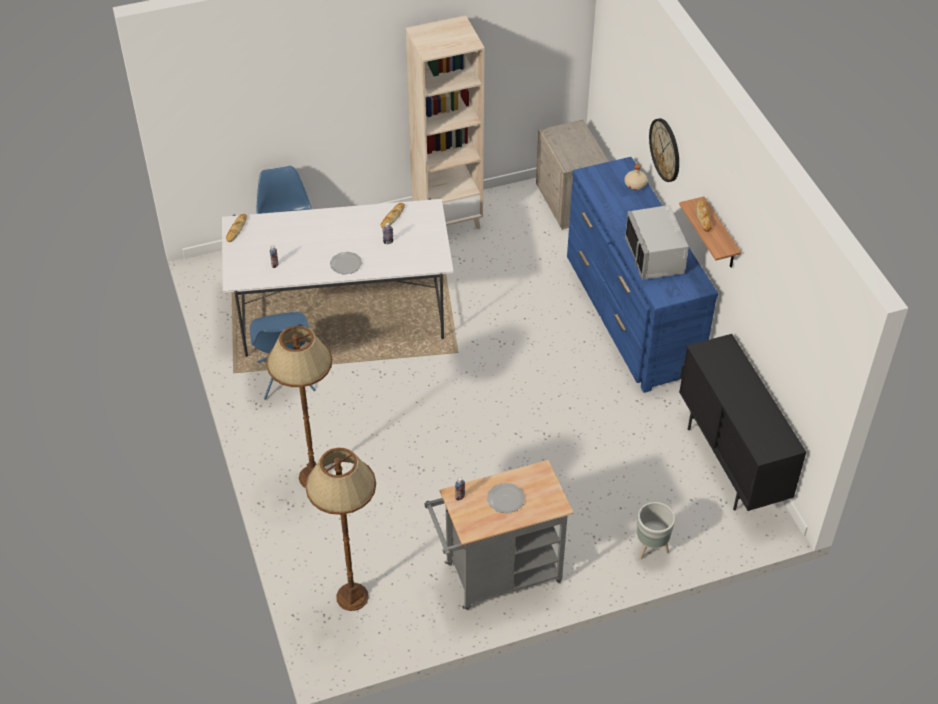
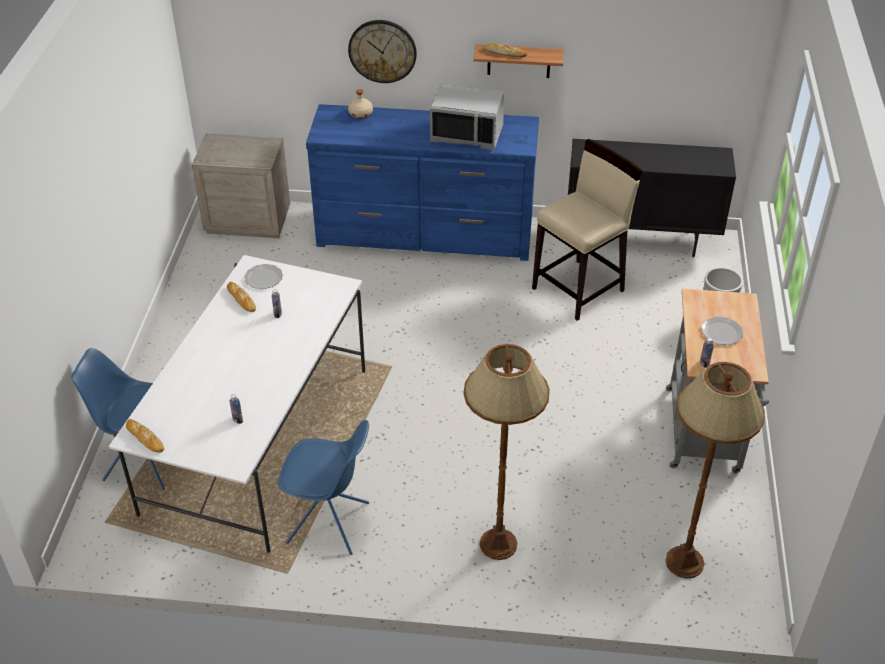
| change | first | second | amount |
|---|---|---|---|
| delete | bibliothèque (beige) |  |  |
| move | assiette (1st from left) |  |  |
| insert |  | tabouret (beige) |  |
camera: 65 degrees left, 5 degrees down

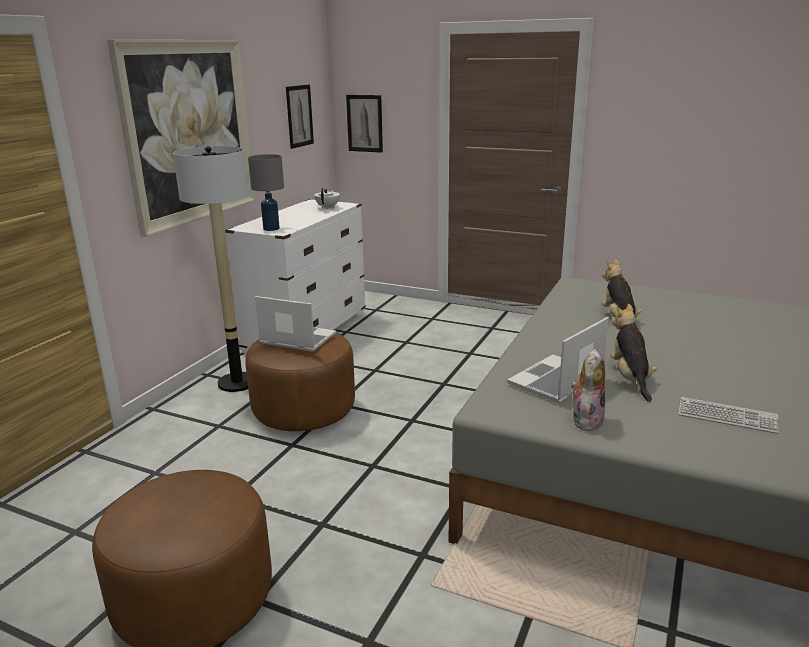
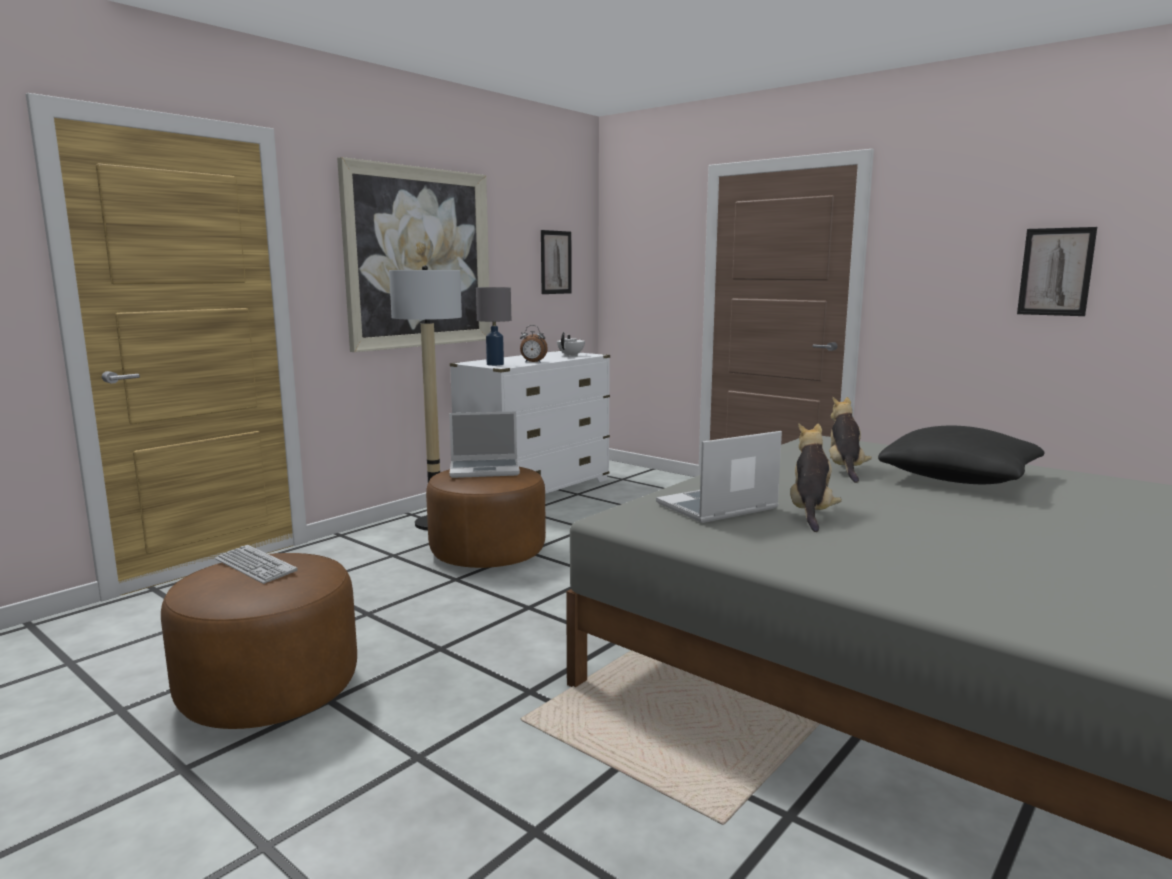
| change | first | second | amount |
|---|---|---|---|
| move | tableau (3rd from left) |  |  |
| rotate | ordinateur portable (1st from left) |  | 135 degrees clockwise |
| delete | peluche (1st from left) |  |  |
| move | clavier |  |  |
| insert |  | réveil |  |
| insert |  | coussin (noir) |  |
camera: 15 degrees right, 10 degrees down

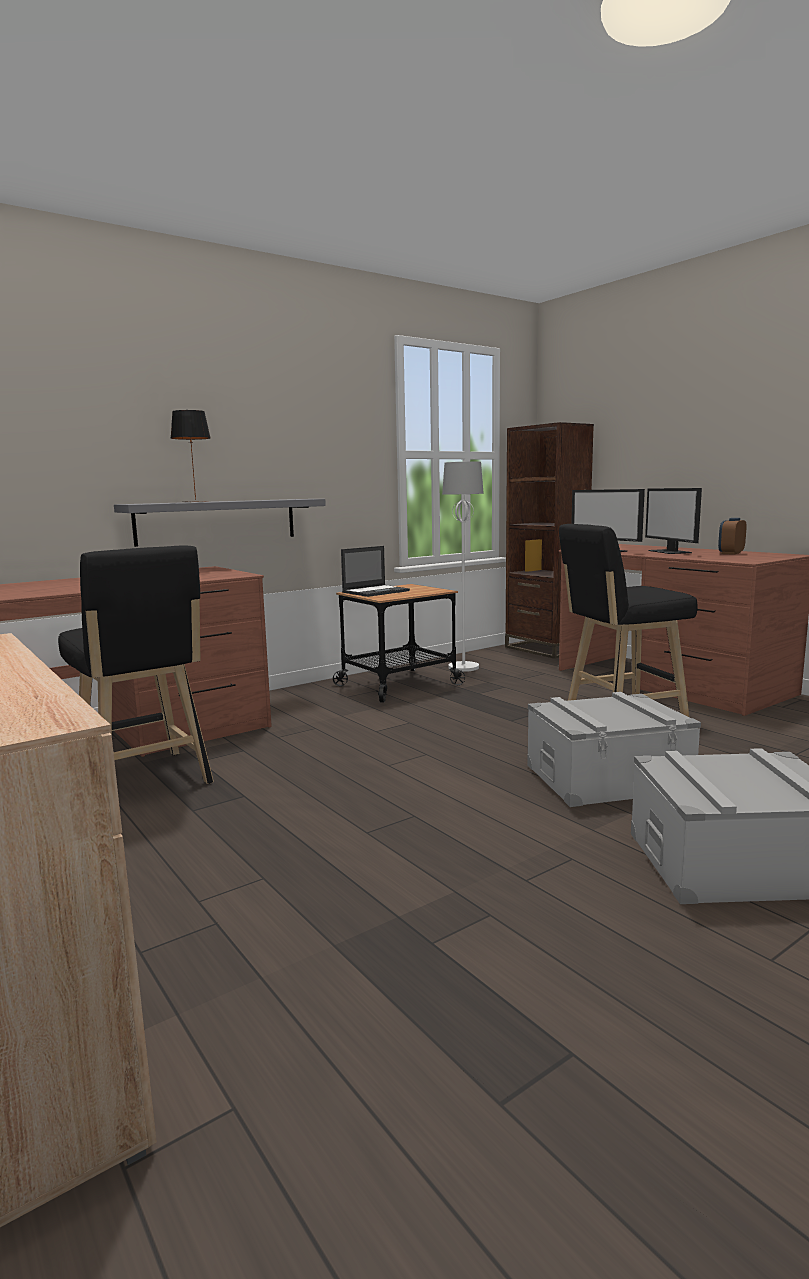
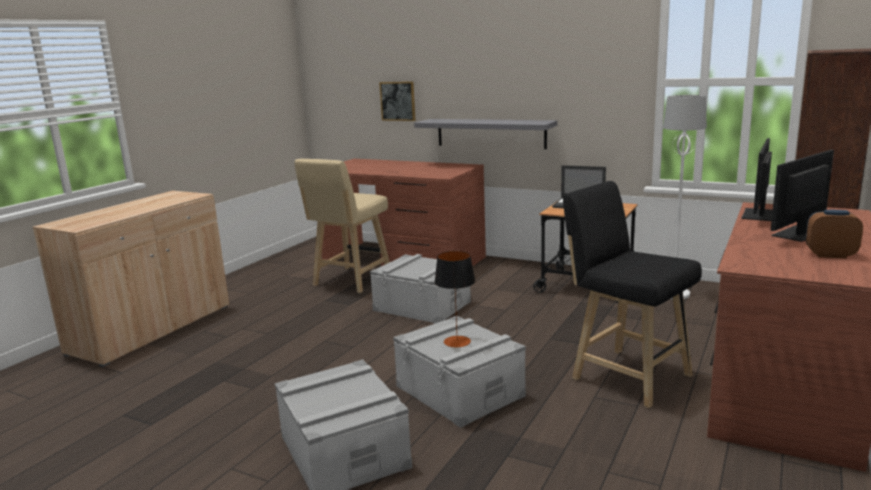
| change | first | second | amount |
|---|---|---|---|
| move | lampe de table |  |  |
| recolor | tabouret (noir) (1st from left) | tabouret (beige) |  |
| insert |  | tableau |  |
| insert |  | boîte de rangement (gris) (2nd from left) |  |
camera: 65 degrees right, 5 degrees up

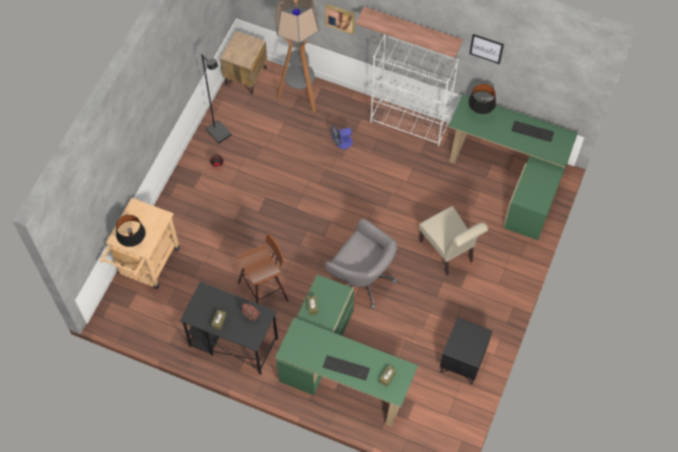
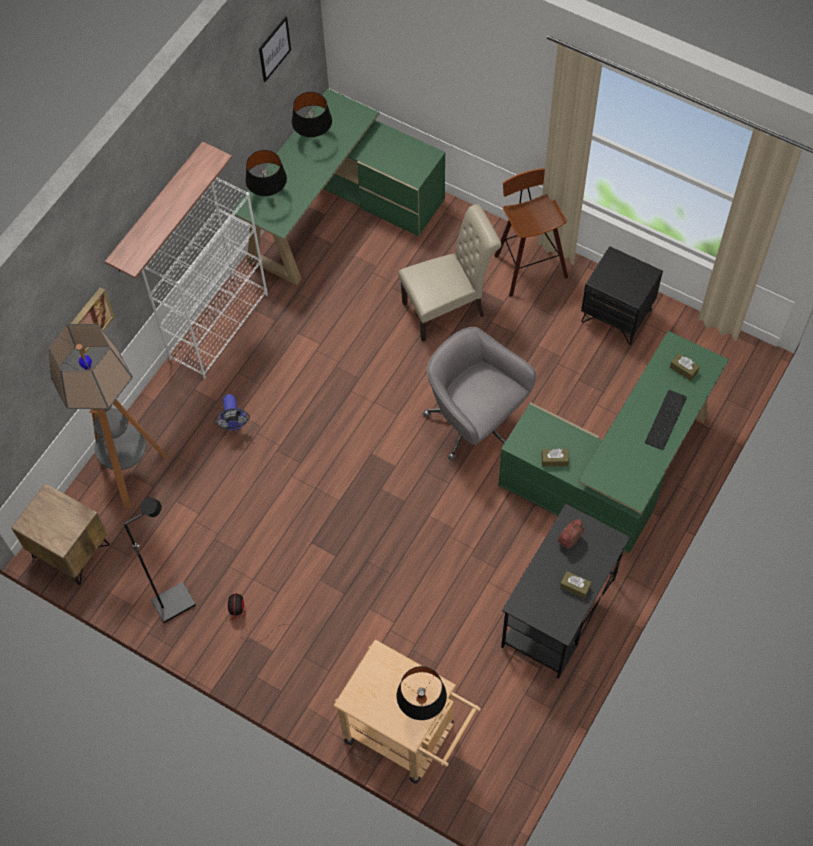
| change | first | second | amount |
|---|---|---|---|
| move | tableau (2nd from left) |  |  |
| replace | clavier (2nd from left) | lampe de table (noir) (2nd from left) |  |
| rotate | chaise de bureau (gris) |  | 90 degrees counterclockwise |
| move | tabouret |  |  |
camera: 80 degrees left, 0 degrees up

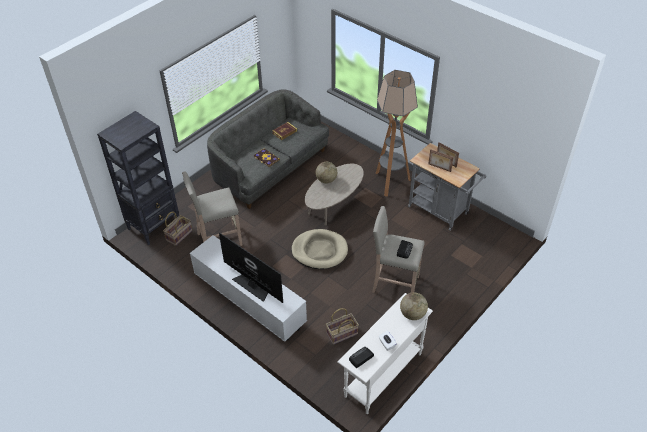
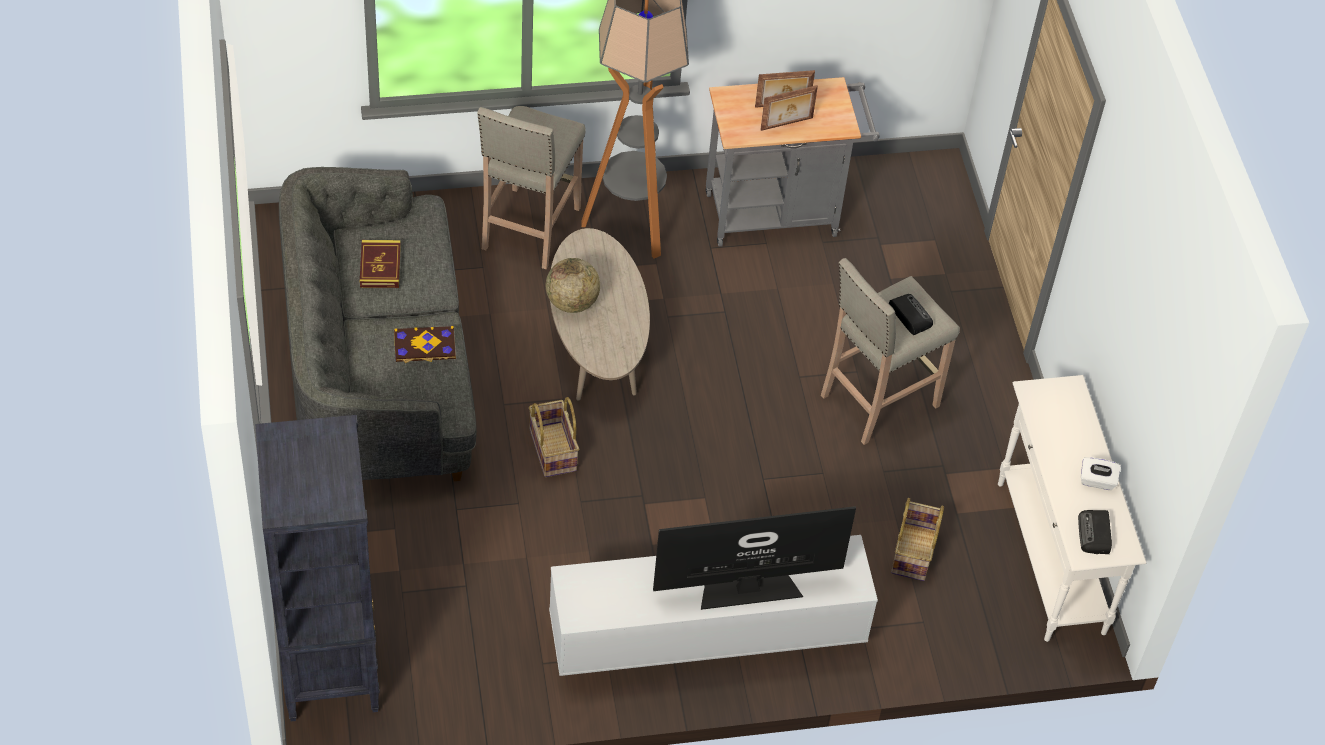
| change | first | second | amount |
|---|---|---|---|
| move | tabouret (beige) (1st from left) |  |  |
| move | panier (1st from left) |  |  |
| delete | panier pour chien (beige) |  |  |
| delete | globe (2nd from left) |  |  |
camera: 55 degrees left, 5 degrees up

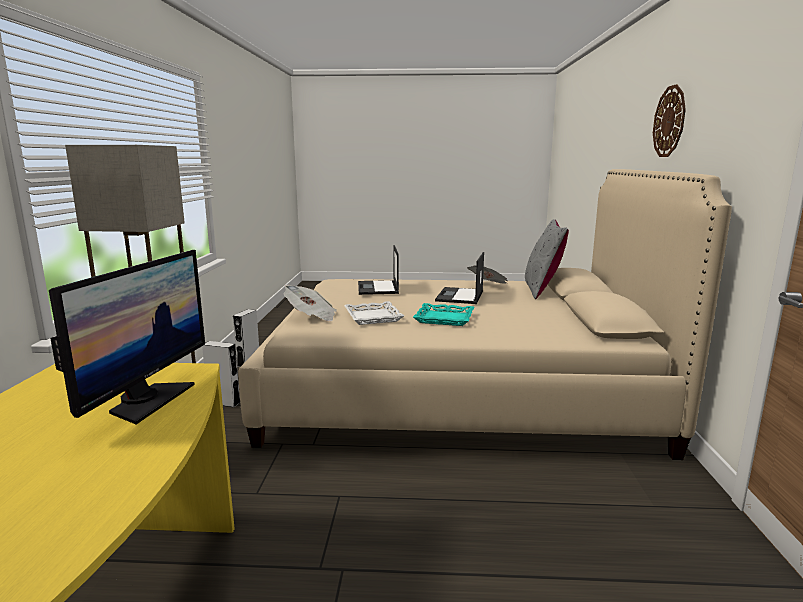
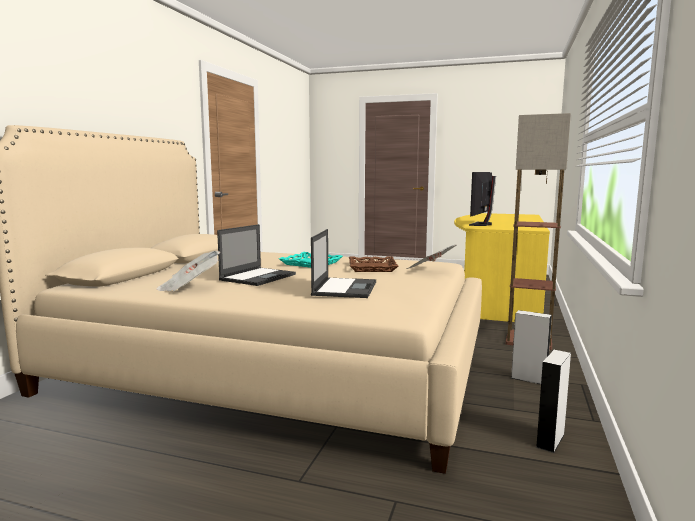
| change | first | second | amount |
|---|---|---|---|
| delete | horloge murale |  |  |
| delete | coussin (gris) |  |  |
| recolor | plateau (blanc) | plateau (marron) |  |
camera: 165 degrees left, 5 degrees down

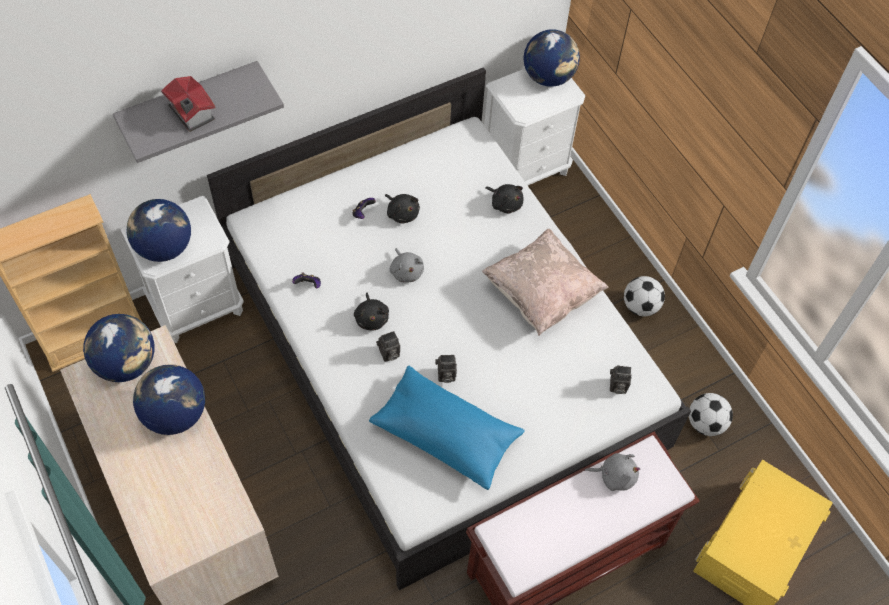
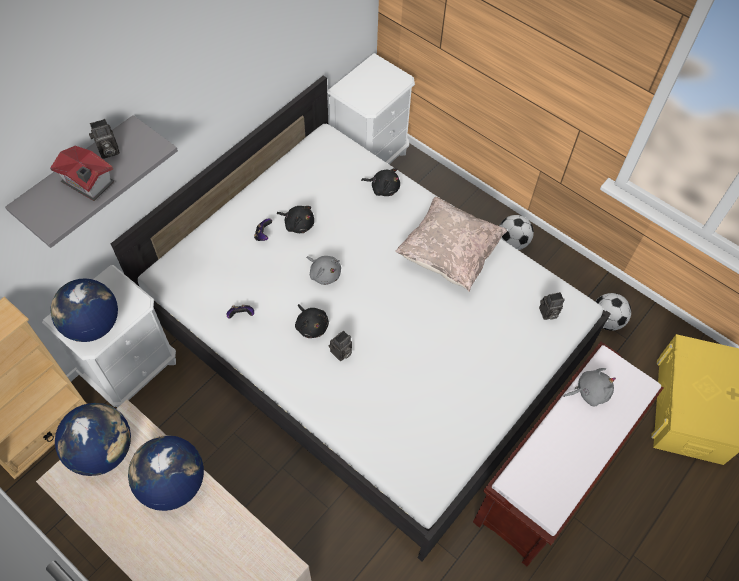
| change | first | second | amount |
|---|---|---|---|
| delete | globe (4th from left) |  |  |
| move | appareil photo (2nd from left in the first image) | appareil photo (1st from left) |  |
| delete | coussin (bleu) |  |  |
camera: 20 degrees left, 0 degrees up

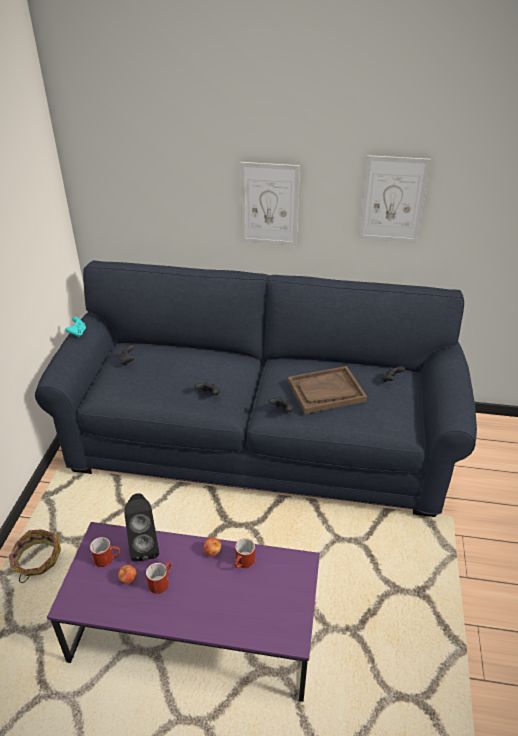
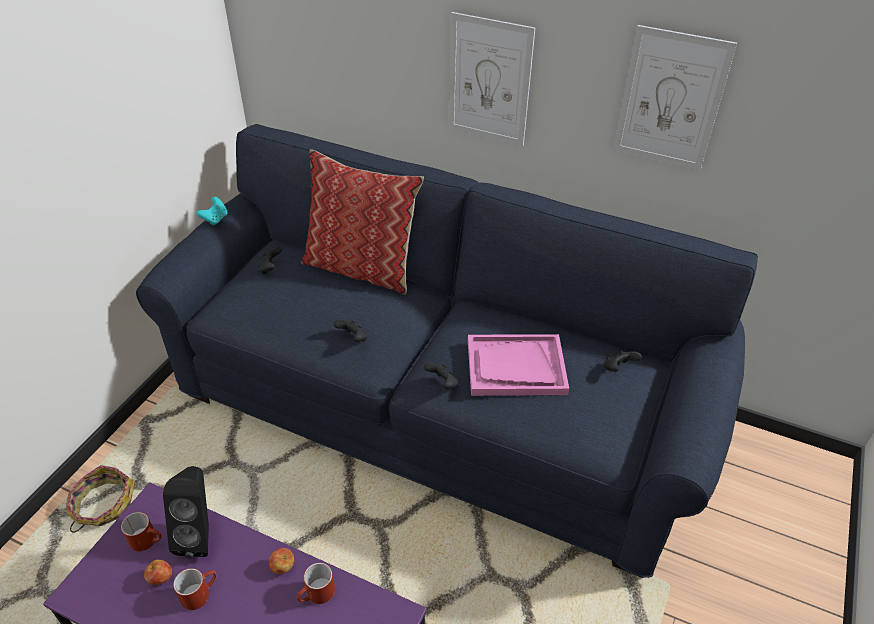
| change | first | second | amount |
|---|---|---|---|
| recolor | plateau (marron) | plateau (rose) |  |
| insert |  | coussin |  |
camera: 15 degrees right, 5 degrees up

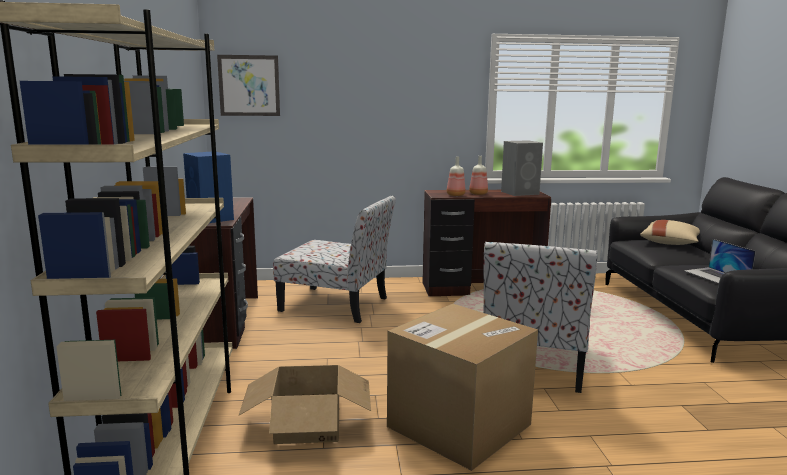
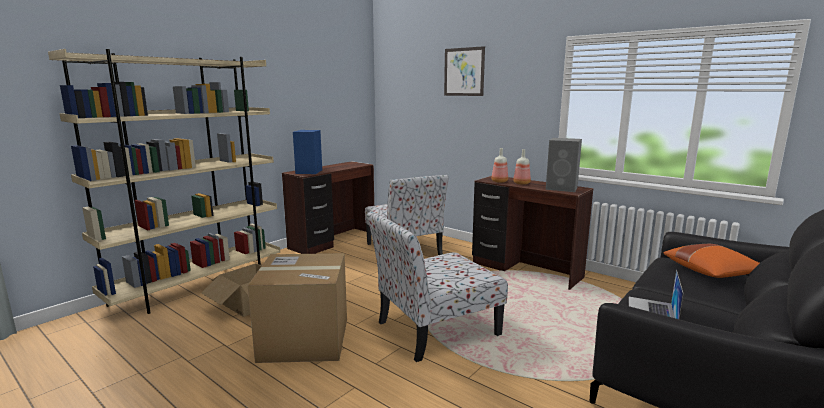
| change | first | second | amount |
|---|---|---|---|
| move | tableau |  |  |
| recolor | coussin (beige) | coussin (orange) |  |
camera: 45 degrees right, 0 degrees up

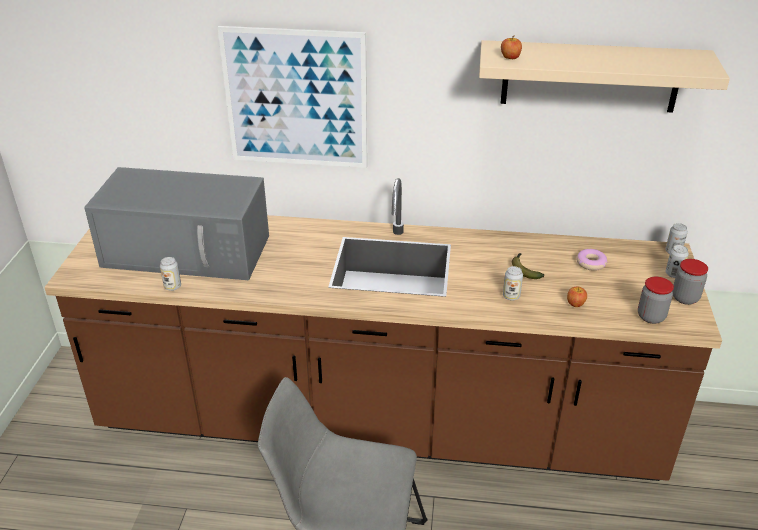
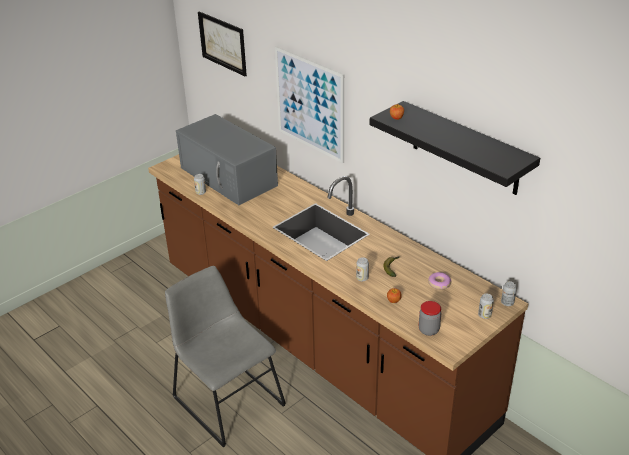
| change | first | second | amount |
|---|---|---|---|
| recolor | étagère (beige) | étagère (noir) |  |
| delete | bocal (2nd from left) |  |  |
| insert |  | tableau (1st from left) |  |
camera: 40 degrees right, 0 degrees up

